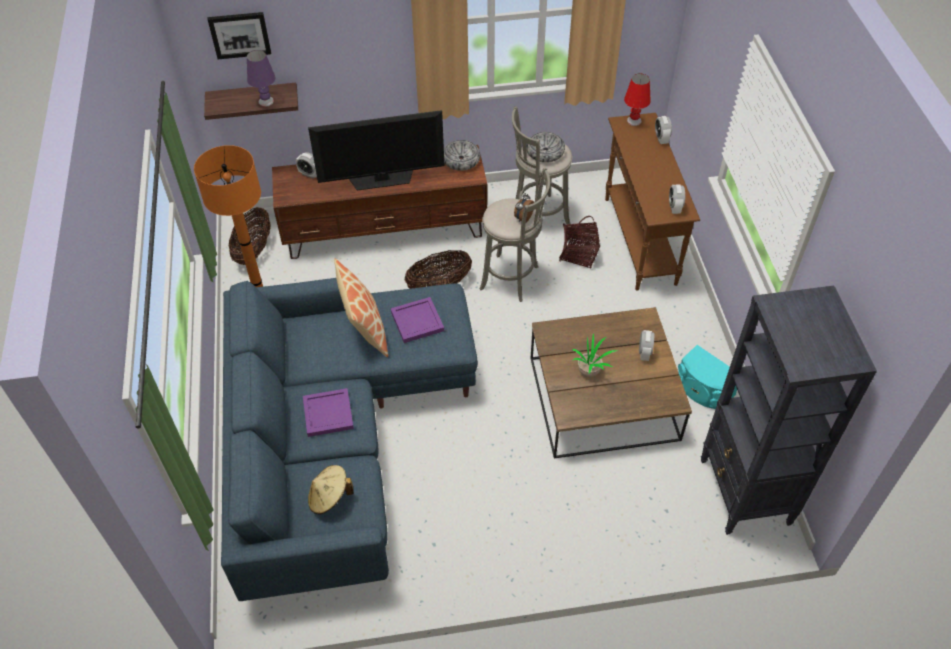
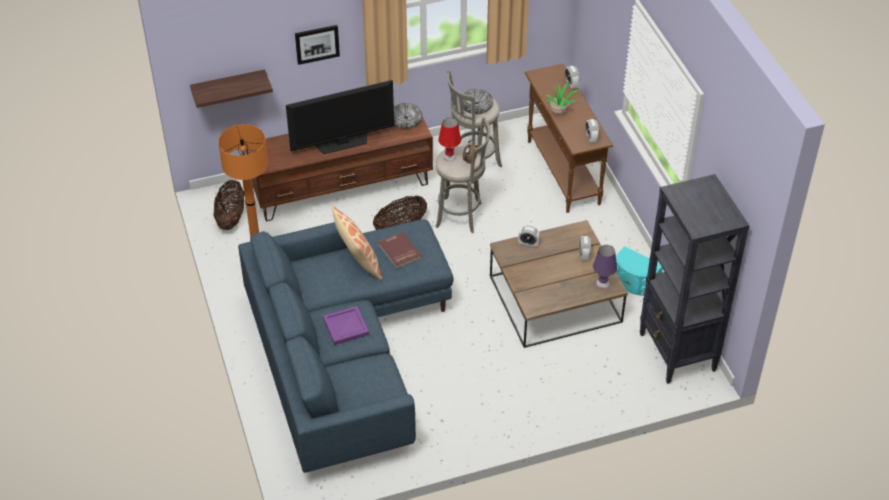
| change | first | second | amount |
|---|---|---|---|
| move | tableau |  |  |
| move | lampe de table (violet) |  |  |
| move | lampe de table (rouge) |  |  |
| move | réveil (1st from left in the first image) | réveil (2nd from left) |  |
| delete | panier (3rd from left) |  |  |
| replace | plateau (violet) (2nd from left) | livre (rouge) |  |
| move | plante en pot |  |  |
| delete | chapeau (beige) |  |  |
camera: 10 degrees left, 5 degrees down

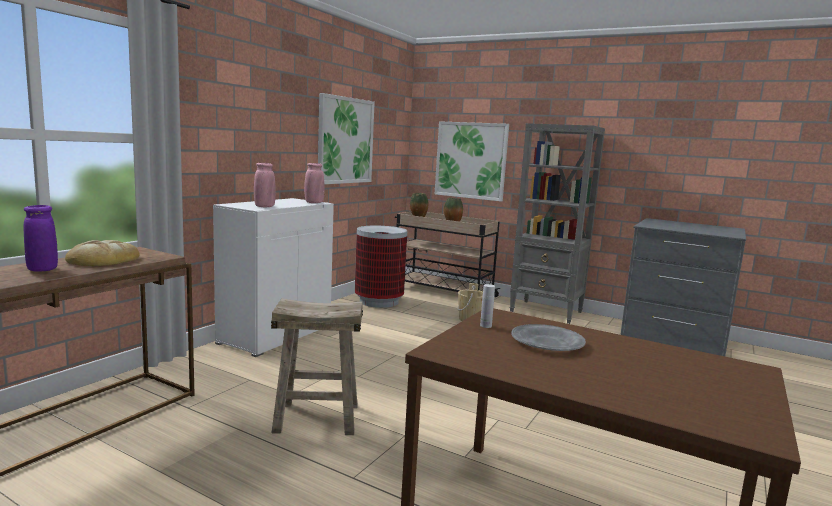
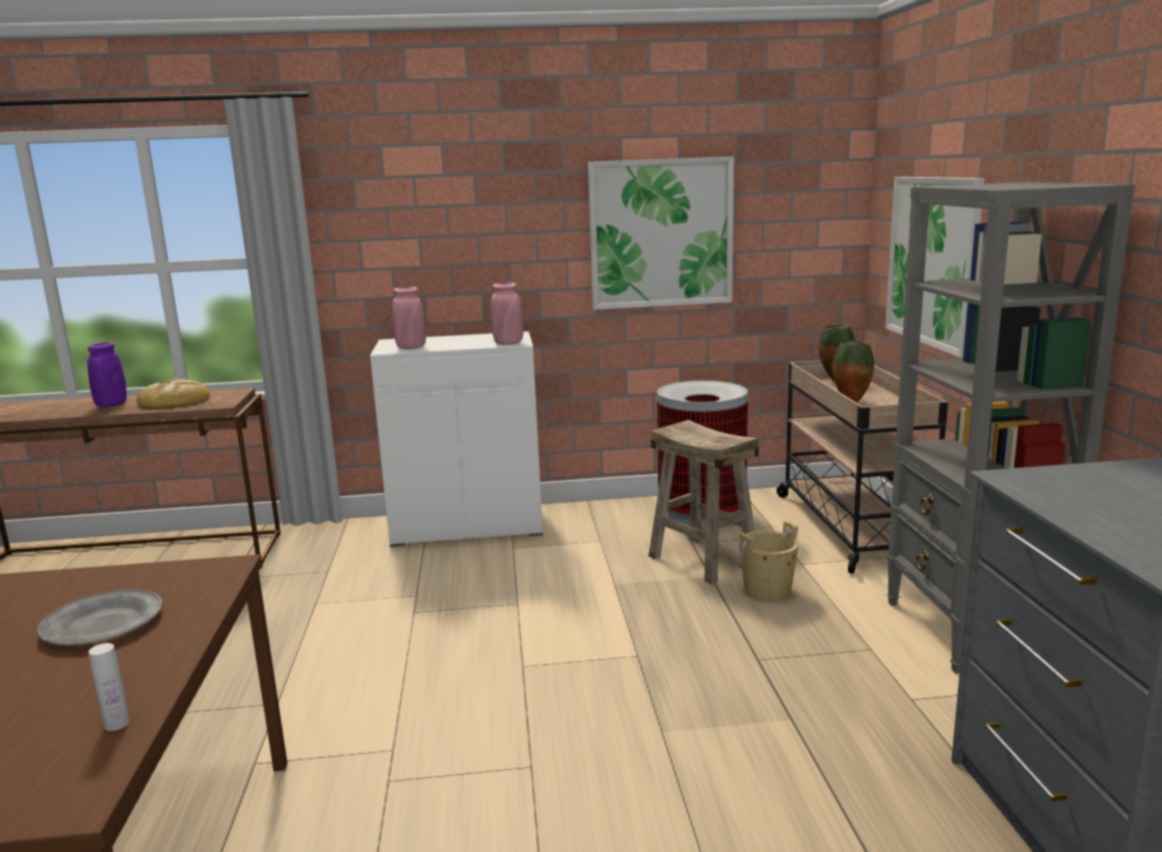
| change | first | second | amount |
|---|---|---|---|
| move | bouteille (blanc) |  |  |
| move | tabouret (beige) |  |  |
camera: 55 degrees right, 5 degrees up

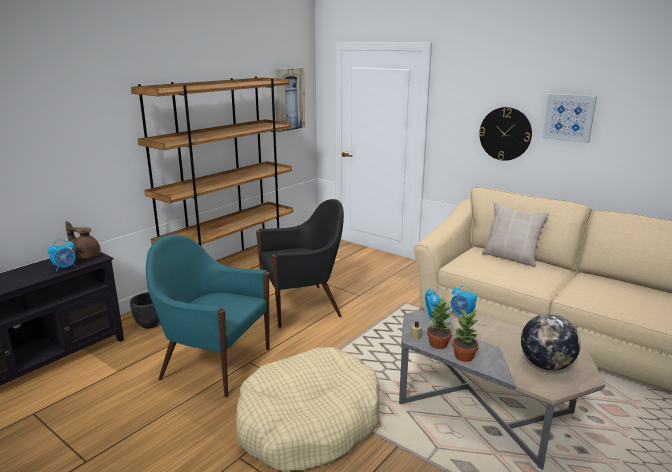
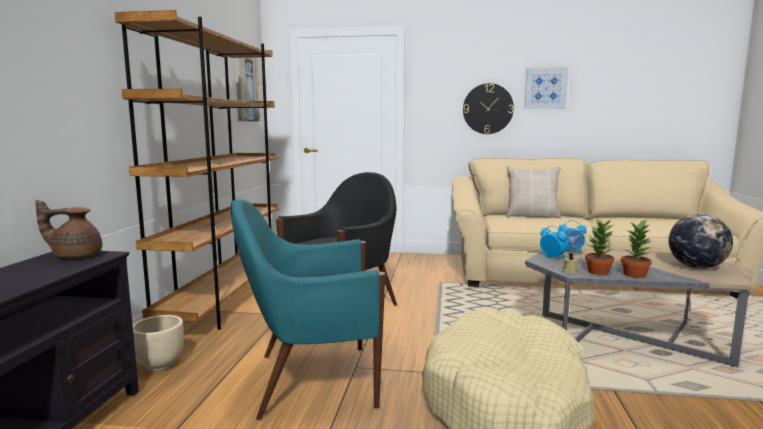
| change | first | second | amount |
|---|---|---|---|
| delete | réveil (1st from left) |  |  |
| recolor | cache-pot (noir) | cache-pot (beige) |  |
camera: 30 degrees left, 10 degrees down

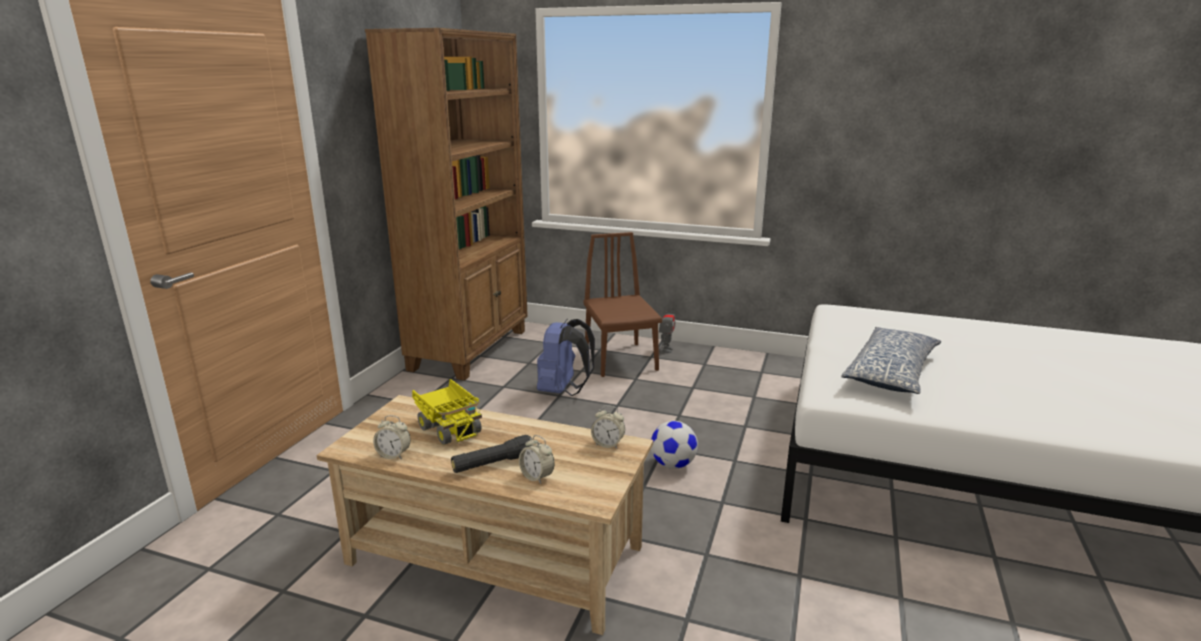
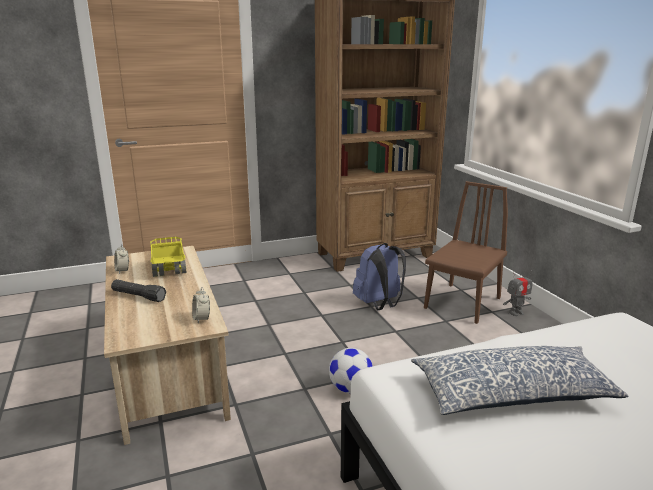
| change | first | second | amount |
|---|---|---|---|
| rotate | camion jouet |  | 150 degrees clockwise |
| delete | réveil (2nd from left) |  |  |
camera: 50 degrees right, 0 degrees up

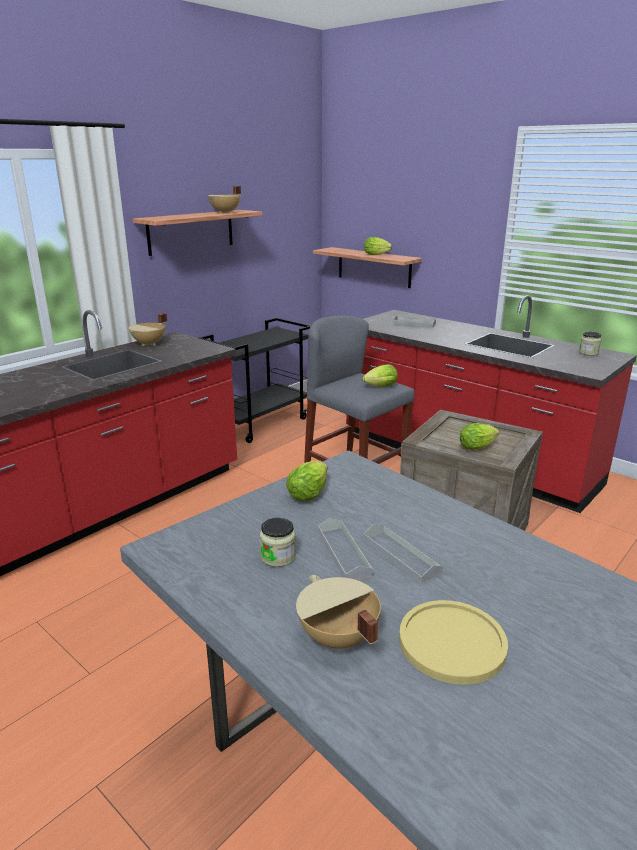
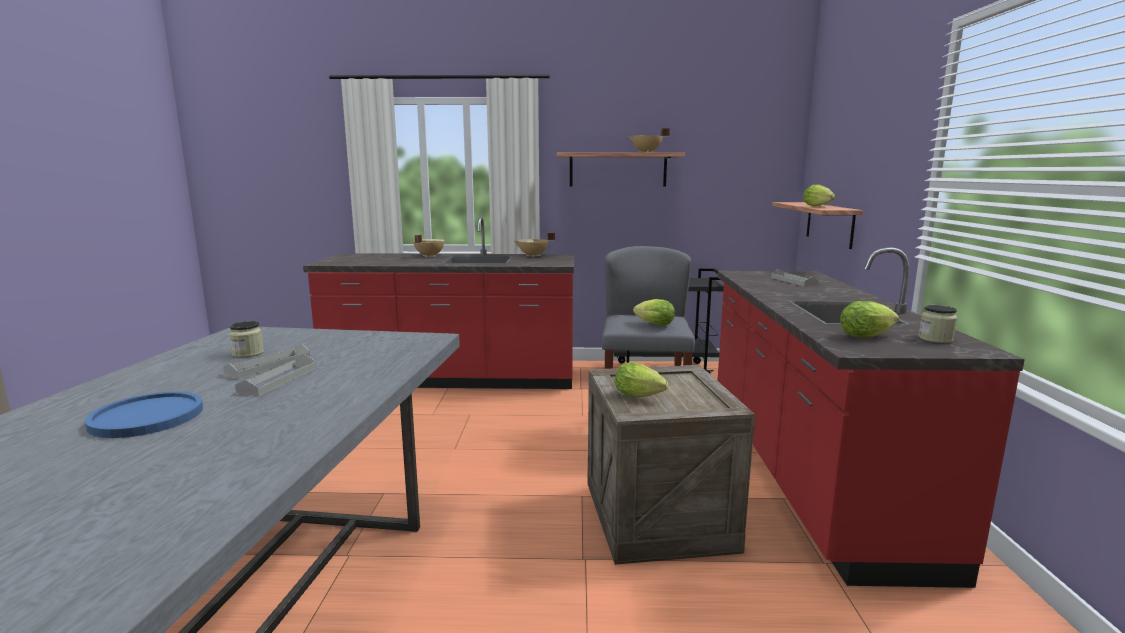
| change | first | second | amount |
|---|---|---|---|
| move | laitue (1st from left in the first image) | laitue (4th from left) |  |
| move | marmite (beige) (3rd from left in the first image) | marmite (beige) (1st from left) |  |
| recolor | assiette (jaune) | assiette (bleu) |  |
camera: 50 degrees right, 10 degrees down

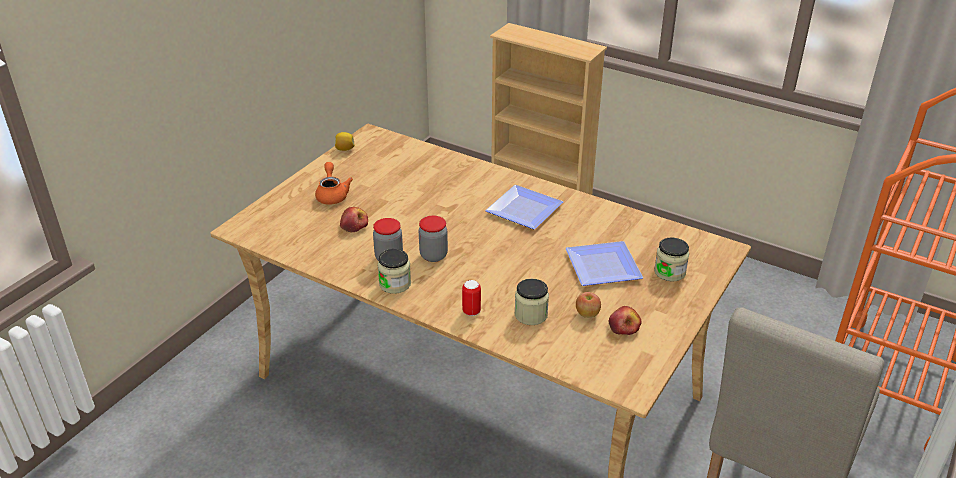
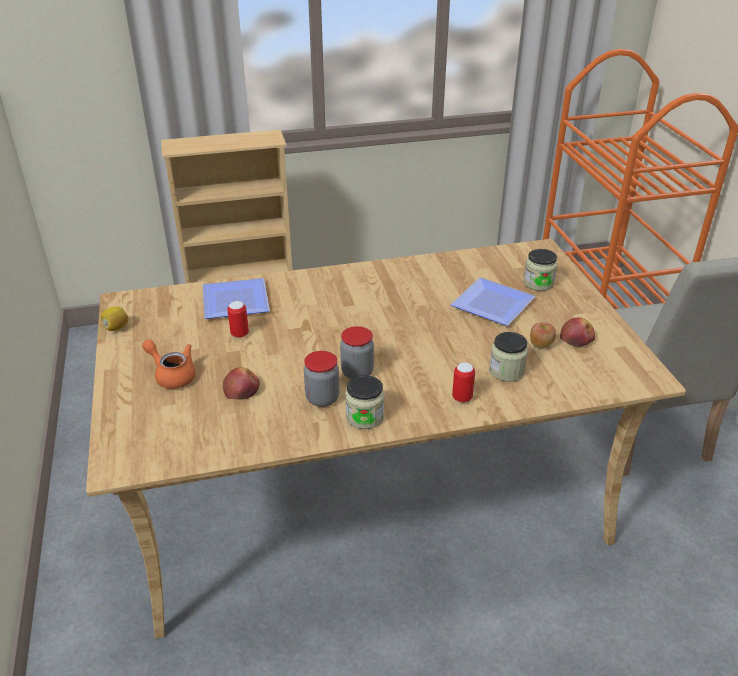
| change | first | second | amount |
|---|---|---|---|
| move | assiette (1st from left) |  |  |
| insert |  | boîte métallique (1st from left) |  |
camera: 45 degrees left, 0 degrees up

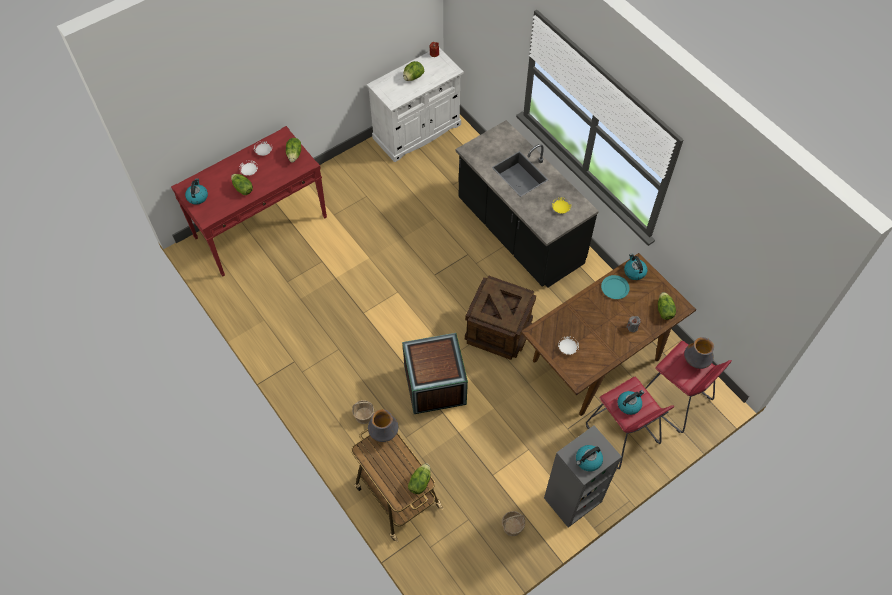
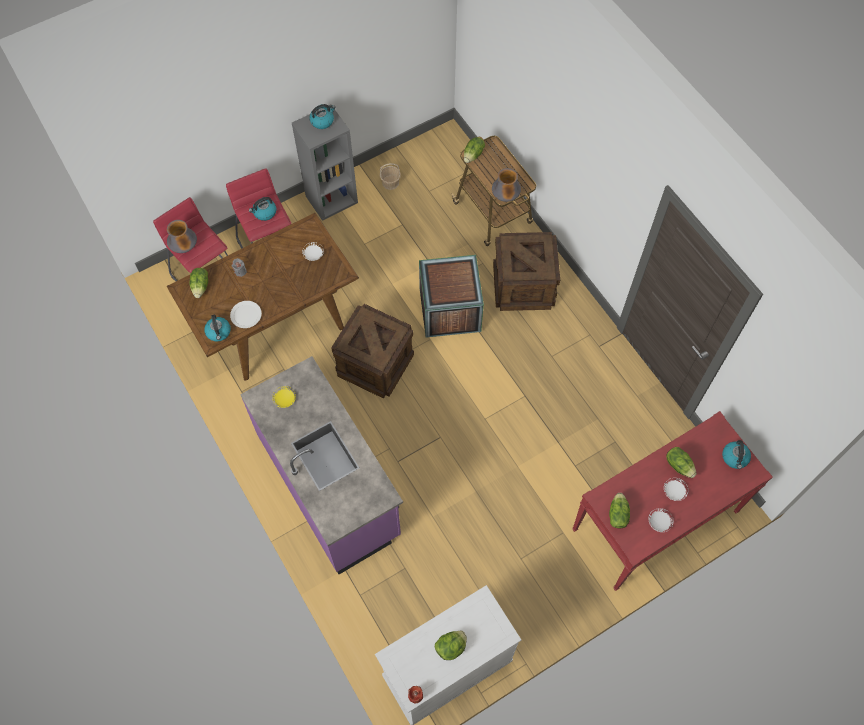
| change | first | second | amount |
|---|---|---|---|
| recolor | comptoir de cuisine (noir) | comptoir de cuisine (violet) |  |
| recolor | assiette (turquoise) | assiette (blanc) (1st from left) |  |
| replace | panier (1st from left) | caisse (3rd from left) |  |
camera: 175 degrees left, 5 degrees up

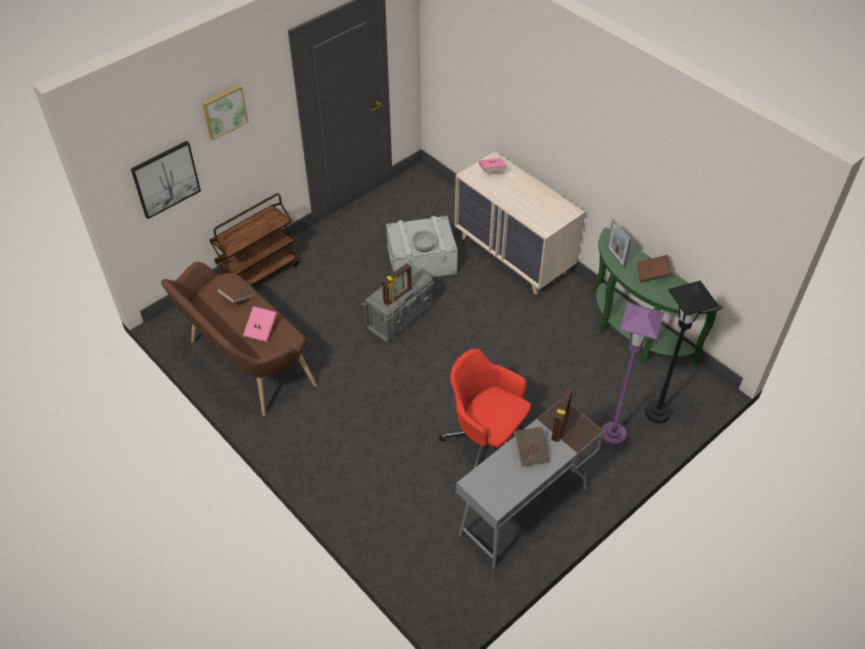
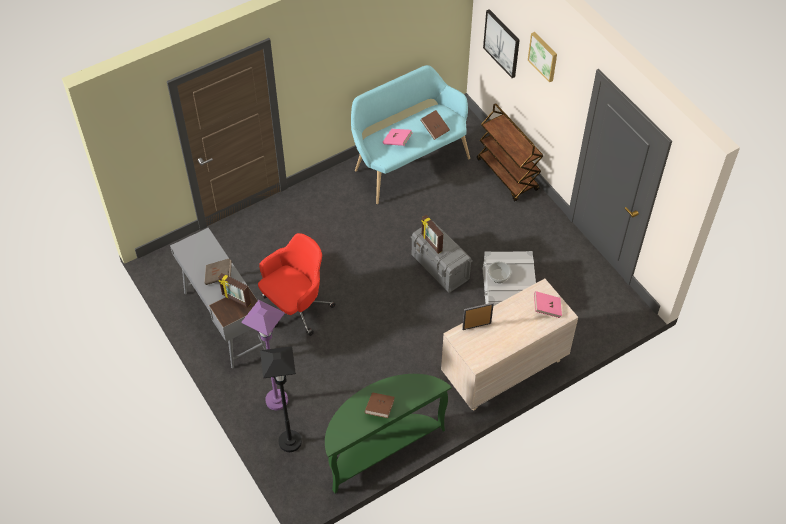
| change | first | second | amount |
|---|---|---|---|
| move | cadre photo (3rd from left) |  |  |
| recolor | banc (marron) | banc (turquoise) |  |
camera: 100 degrees right, 5 degrees up

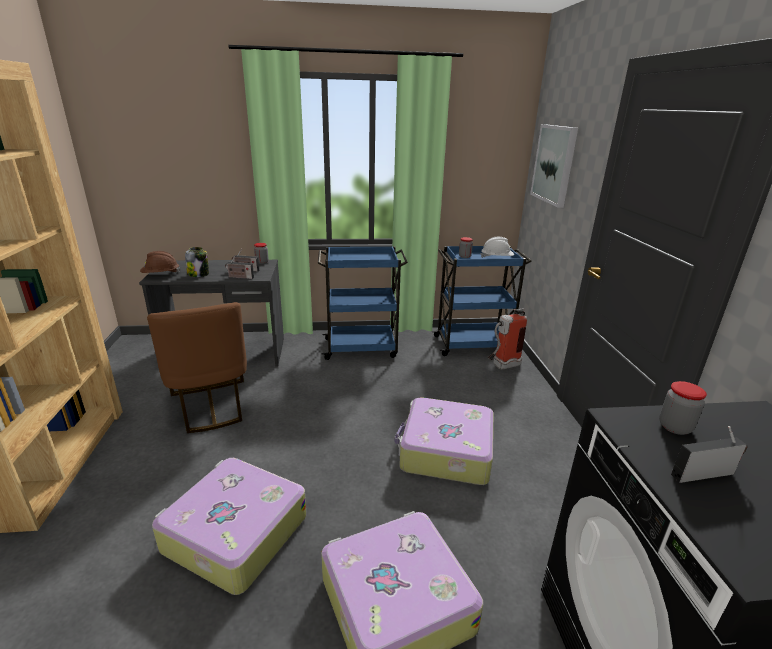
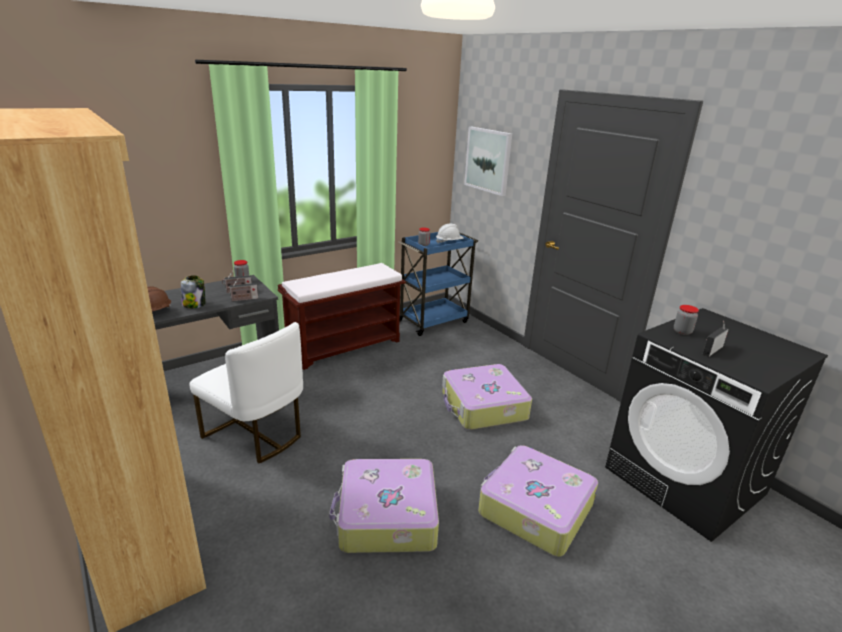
| change | first | second | amount |
|---|---|---|---|
| replace | chariot (bleu) (1st from left) | banc (marron) |  |
| recolor | chaise (marron) | chaise (blanc) |  |
| delete | extincteur |  |  |
camera: 30 degrees left, 0 degrees up

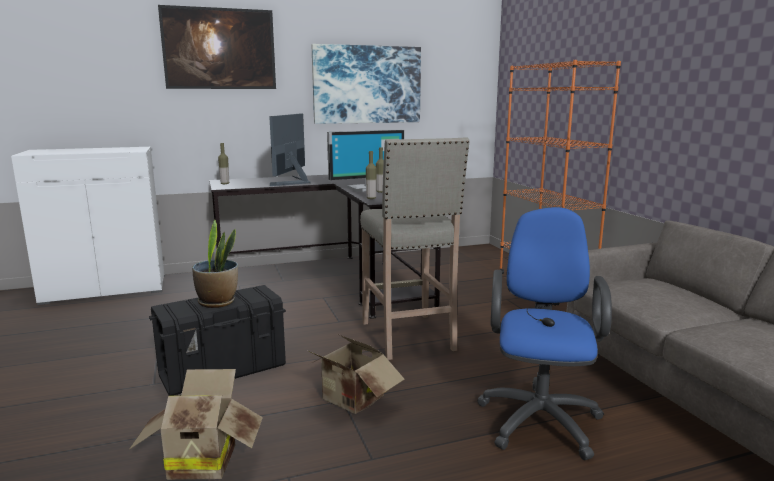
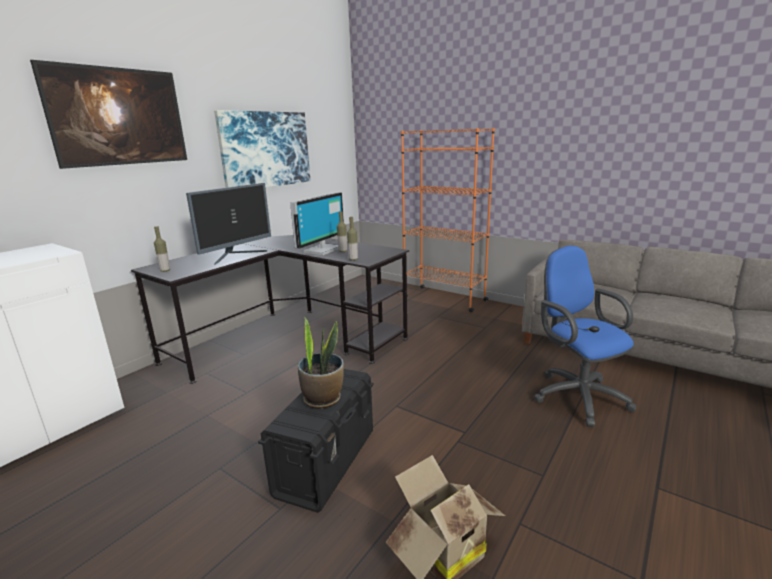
| change | first | second | amount |
|---|---|---|---|
| rotate | écran d'ordinateur (1st from left) |  | 120 degrees counterclockwise |
| delete | tabouret (beige) |  |  |
| delete | carton (2nd from left) |  |  |
camera: 35 degrees left, 5 degrees up

